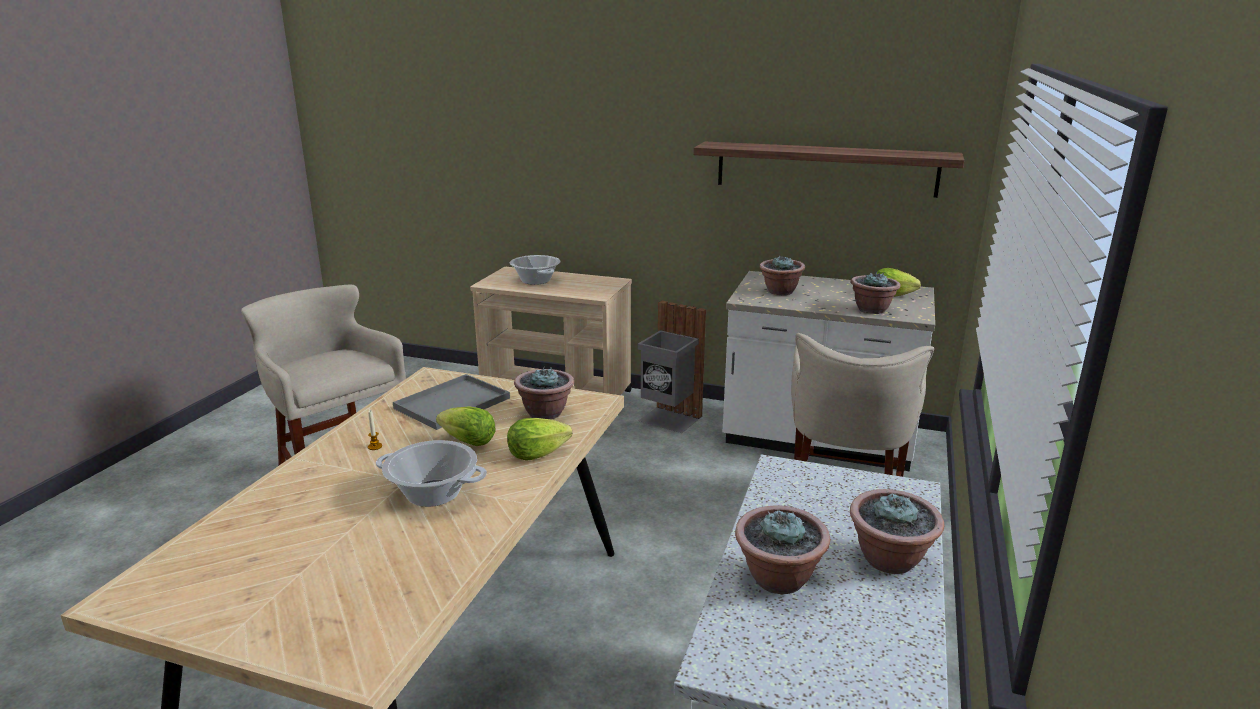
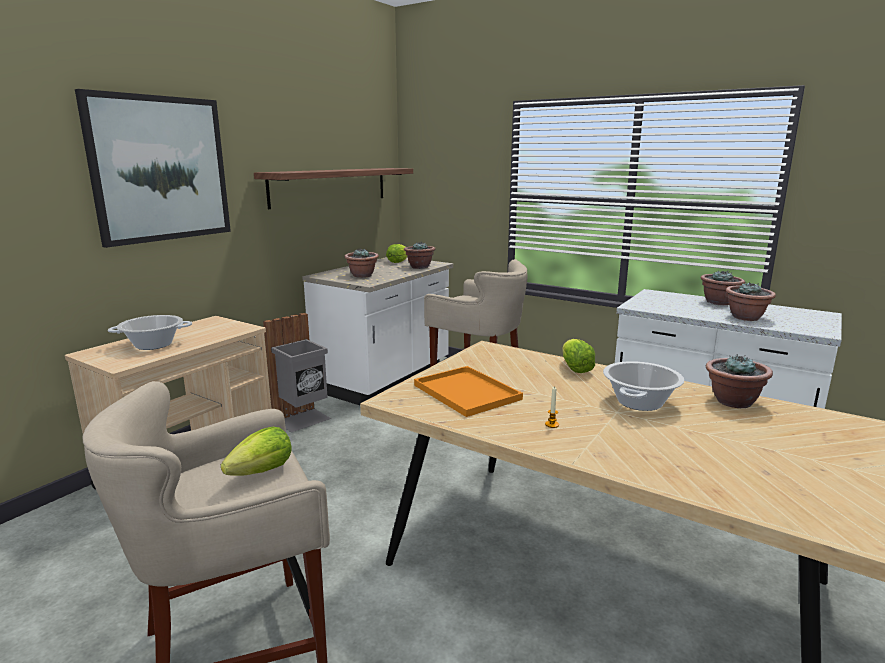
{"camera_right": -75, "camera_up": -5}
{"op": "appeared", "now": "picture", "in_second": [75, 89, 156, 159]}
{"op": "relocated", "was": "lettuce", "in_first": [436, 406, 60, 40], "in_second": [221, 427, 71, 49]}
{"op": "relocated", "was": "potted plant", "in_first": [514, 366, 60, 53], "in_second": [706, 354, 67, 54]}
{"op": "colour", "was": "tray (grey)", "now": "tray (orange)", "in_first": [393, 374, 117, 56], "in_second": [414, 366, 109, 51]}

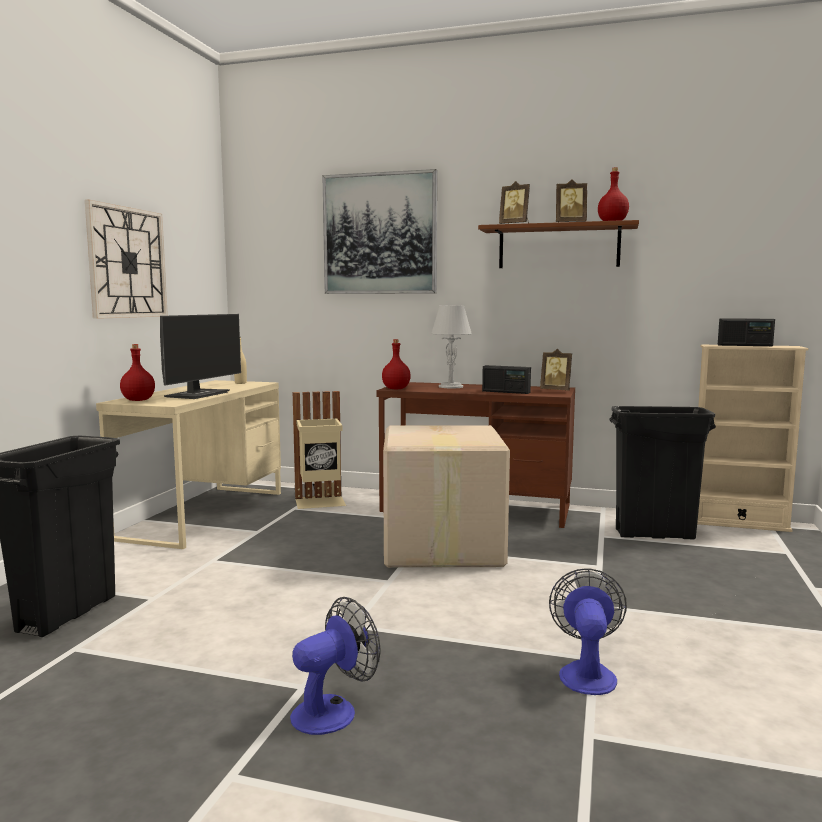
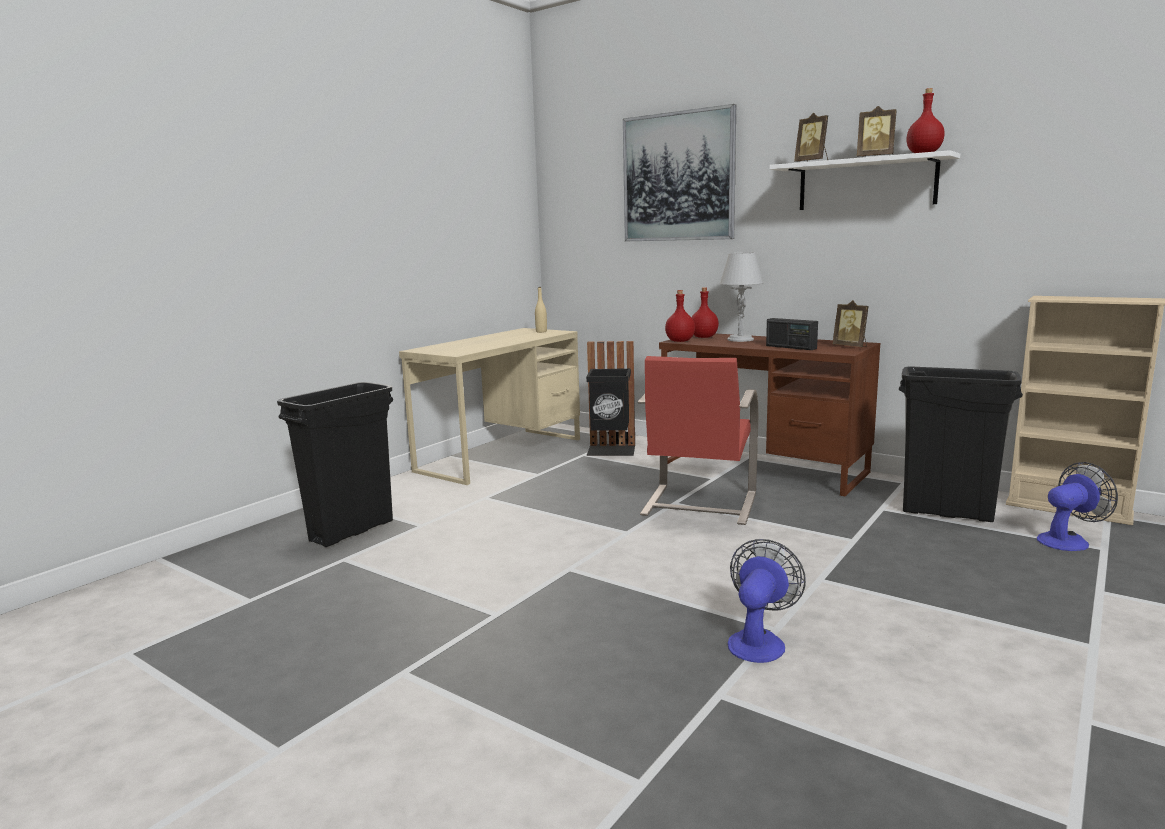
{"camera_right": 20, "camera_up": 5}
{"op": "missing", "was": "wall clock", "in_first": [85, 200, 83, 119]}
{"op": "missing", "was": "monitor", "in_first": [160, 314, 81, 85]}
{"op": "missing", "was": "radio", "in_first": [718, 318, 57, 28]}
{"op": "relocated", "was": "bottle (red)", "in_first": [120, 344, 35, 57], "in_second": [691, 287, 28, 51]}
{"op": "relocated", "was": "fan", "in_first": [290, 597, 90, 138], "in_second": [1037, 462, 81, 89]}
{"op": "exchanged", "was": "cardboard box", "now": "chair (red)", "in_first": [383, 425, 127, 143], "in_second": [638, 356, 120, 169]}
{"op": "colour", "was": "trash can (beige)", "now": "trash can (black)", "in_first": [293, 391, 53, 118], "in_second": [586, 341, 49, 115]}
{"op": "colour", "was": "shelf (brown)", "now": "shelf (white)", "in_first": [478, 220, 161, 48], "in_second": [769, 150, 191, 60]}

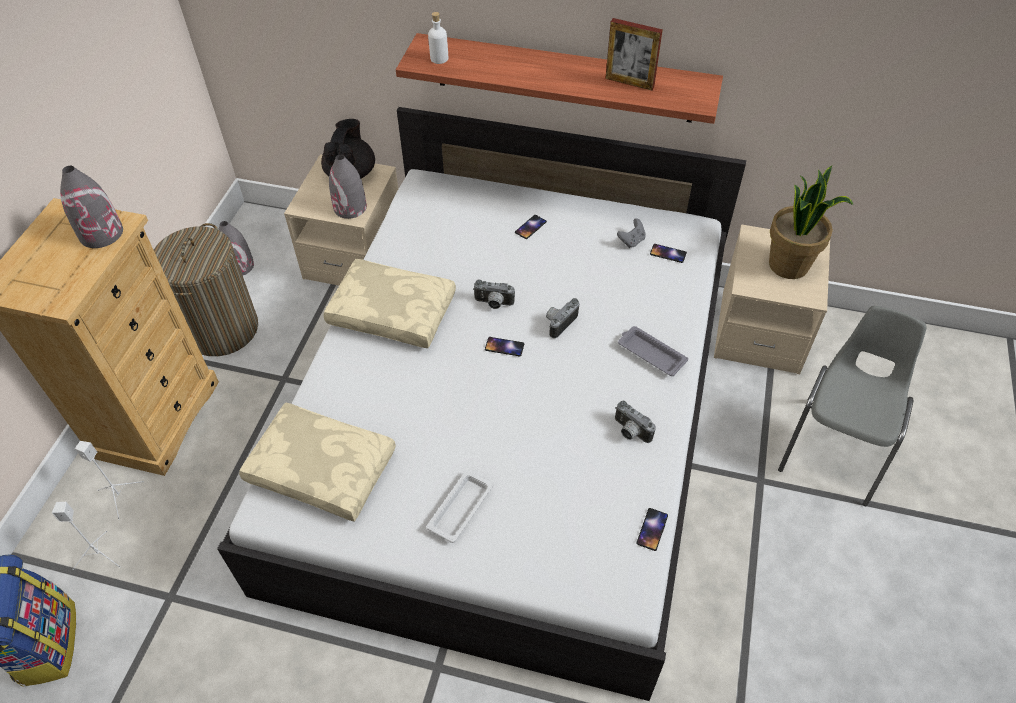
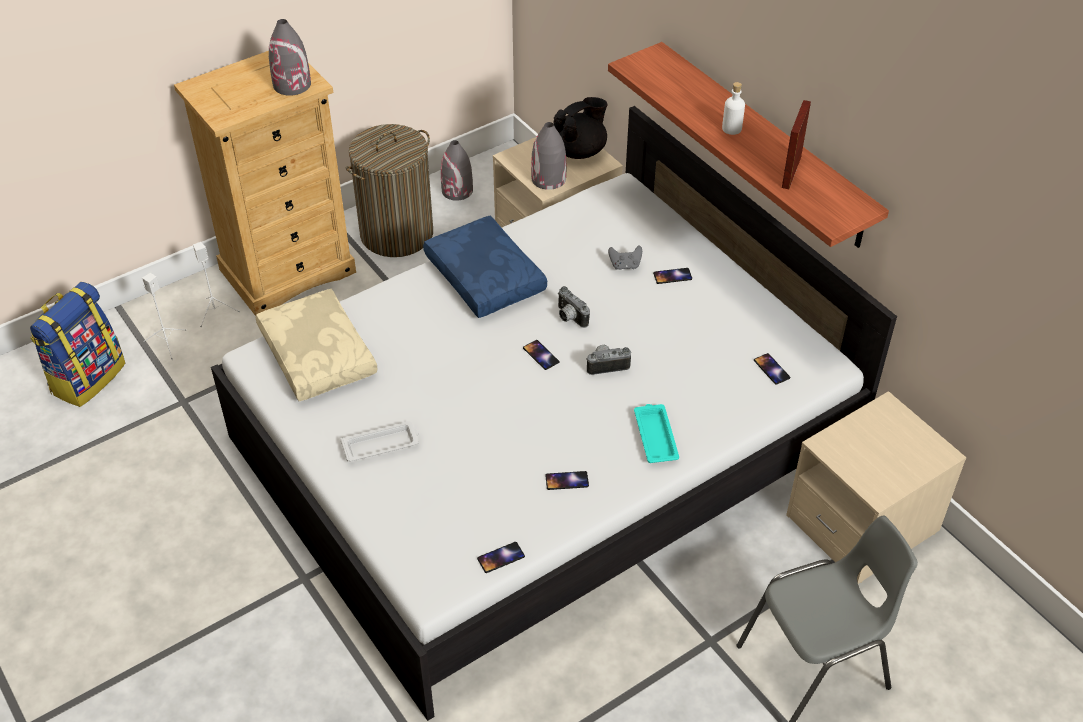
{"camera_right": 40, "camera_up": -5}
{"op": "missing", "was": "potted plant", "in_first": [769, 166, 84, 113]}
{"op": "relocated", "was": "bottle (white)", "in_first": [428, 12, 20, 52], "in_second": [722, 82, 23, 53]}
{"op": "relocated", "was": "game controller (grey)", "in_first": [617, 218, 29, 30], "in_second": [608, 245, 34, 25]}
{"op": "exchanged", "was": "photo camera", "now": "phone", "in_first": [615, 400, 41, 43], "in_second": [545, 471, 44, 19]}
{"op": "colour", "was": "pillow (beige)", "now": "pillow (blue)", "in_first": [323, 259, 133, 89], "in_second": [423, 216, 124, 102]}
{"op": "colour", "was": "tray (grey)", "now": "tray (turquoise)", "in_first": [618, 326, 70, 50], "in_second": [634, 404, 45, 59]}
{"op": "spun", "was": "picture frame", "in_first": [605, 18, 58, 73], "in_second": [782, 100, 29, 89], "clockwise": 45}

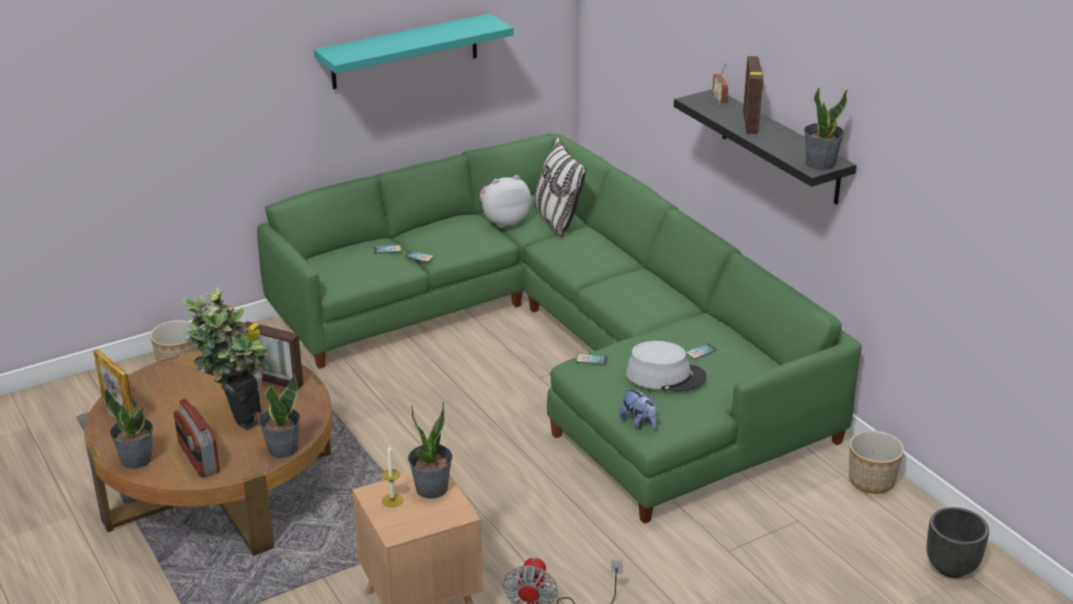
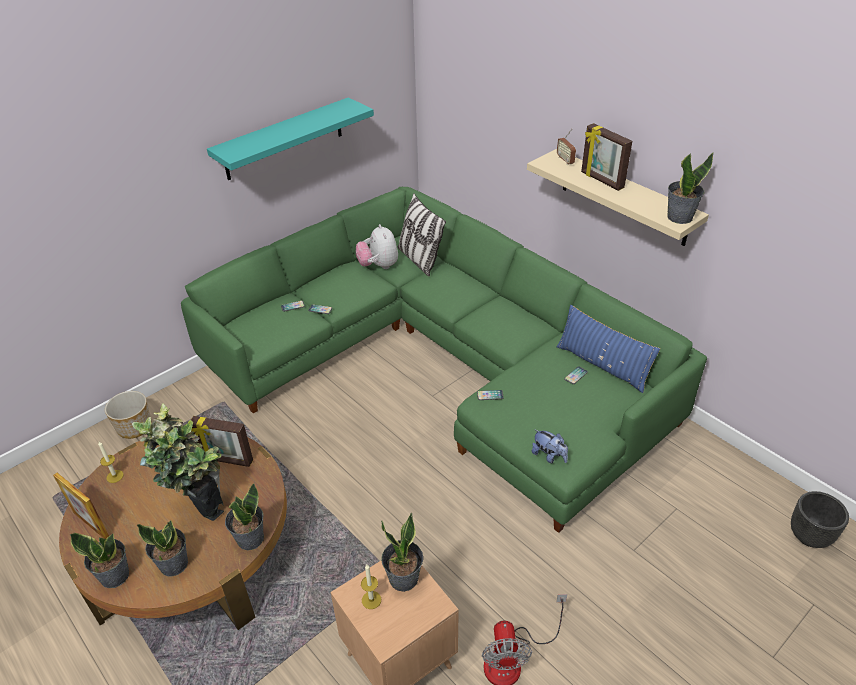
{"camera_right": -10, "camera_up": 10}
{"op": "missing", "was": "hat (grey)", "in_first": [626, 341, 80, 51]}
{"op": "missing", "was": "planter", "in_first": [849, 431, 55, 63]}
{"op": "appeared", "now": "candle", "in_second": [98, 442, 26, 41]}
{"op": "appeared", "now": "pillow (blue)", "in_second": [557, 305, 103, 88]}
{"op": "exchanged", "was": "radio", "now": "potted plant", "in_first": [174, 399, 46, 78], "in_second": [137, 521, 51, 55]}
{"op": "colour", "was": "shelf (black)", "now": "shelf (beige)", "in_first": [674, 89, 182, 116], "in_second": [527, 149, 182, 97]}
{"op": "spun", "was": "plush toy", "in_first": [480, 175, 51, 53], "in_second": [356, 224, 42, 45], "clockwise": -75}
{"op": "spun", "was": "picture frame", "in_first": [743, 56, 21, 78], "in_second": [581, 123, 51, 68], "clockwise": 150}

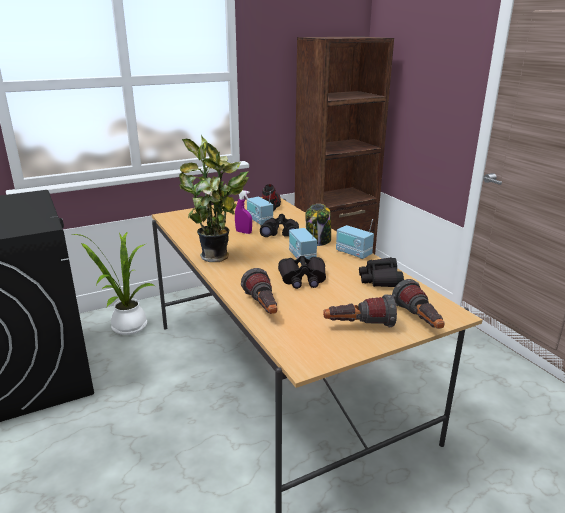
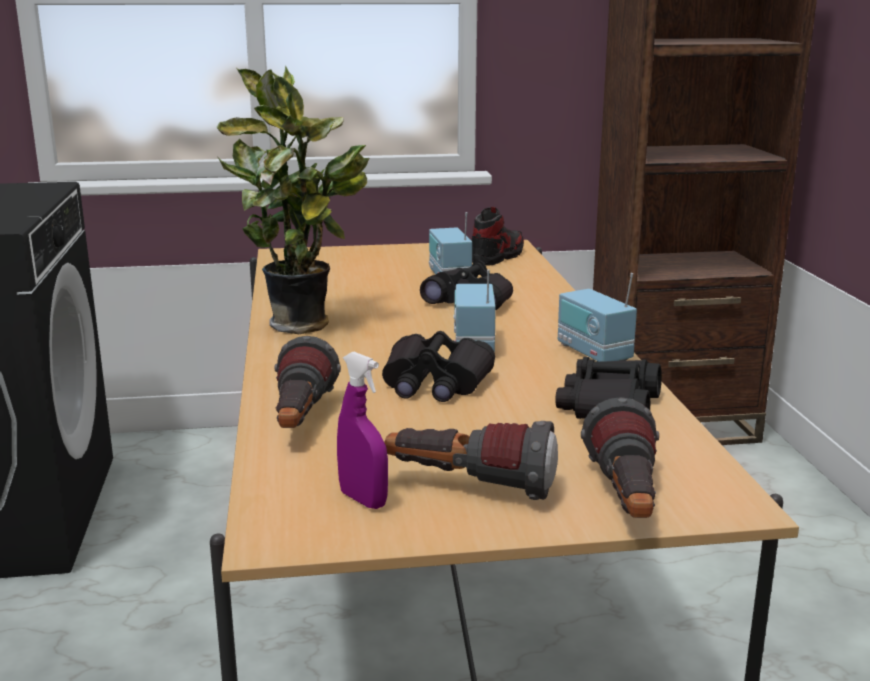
{"camera_right": 20, "camera_up": -5}
{"op": "missing", "was": "potted plant", "in_first": [72, 231, 83, 104]}
{"op": "missing", "was": "jar", "in_first": [305, 204, 26, 42]}
{"op": "relocated", "was": "spray bottle (purple)", "in_first": [235, 190, 17, 44], "in_second": [337, 352, 51, 157]}

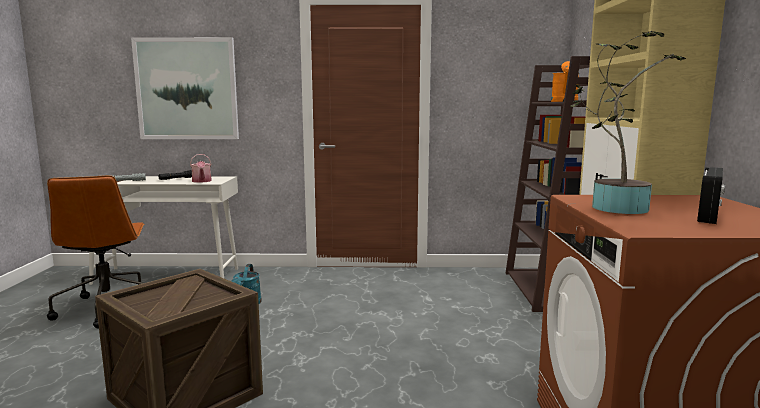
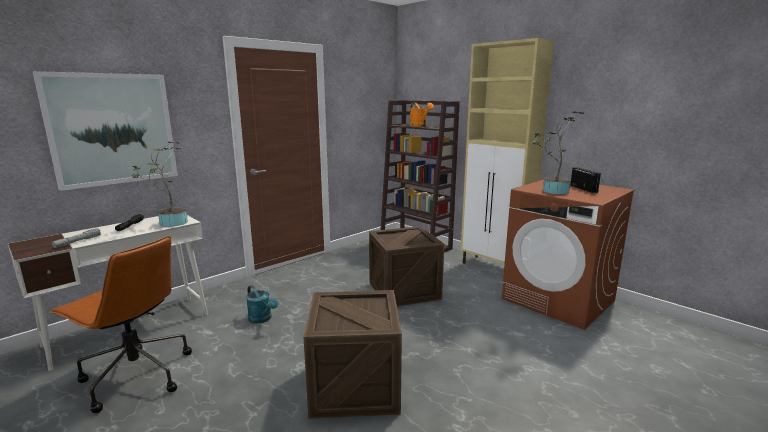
{"camera_right": -45, "camera_up": 5}
{"op": "appeared", "now": "crate", "in_second": [369, 226, 76, 80]}
{"op": "exchanged", "was": "watering can", "now": "potted plant", "in_first": [190, 154, 22, 29], "in_second": [132, 142, 56, 85]}

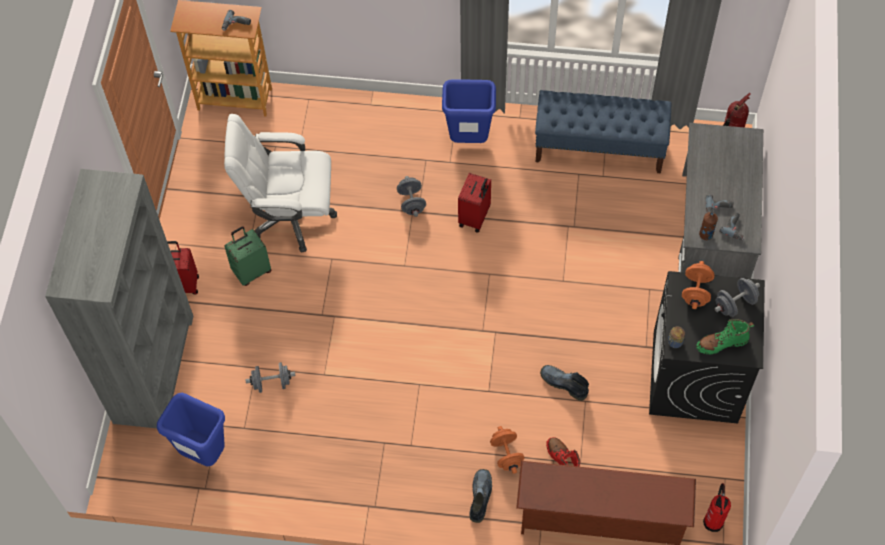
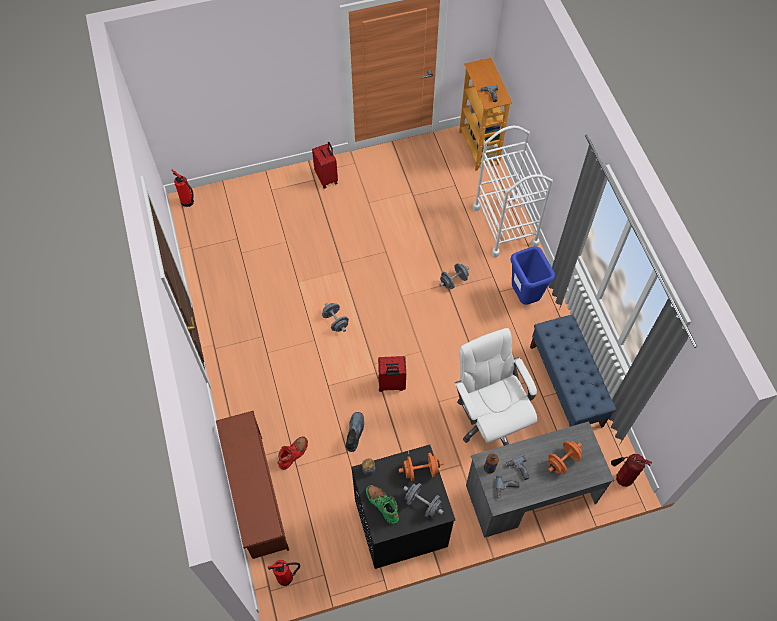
{"camera_right": 65, "camera_up": 0}
{"op": "missing", "was": "bookcase (grey)", "in_first": [45, 169, 149, 259]}
{"op": "missing", "was": "trash can (blue)", "in_first": [157, 393, 68, 73]}
{"op": "missing", "was": "suitcase (green)", "in_first": [224, 226, 48, 60]}
{"op": "missing", "was": "boot", "in_first": [469, 469, 23, 54]}
{"op": "appeared", "now": "fire extinguisher", "in_second": [172, 169, 22, 38]}
{"op": "appeared", "now": "cart (white)", "in_second": [473, 126, 80, 131]}
{"op": "relocated", "was": "office chair (white)", "in_first": [224, 114, 113, 138], "in_second": [455, 328, 82, 118]}
{"op": "relocated", "was": "dumbbell (grey)", "in_first": [245, 362, 51, 31], "in_second": [322, 303, 27, 29]}
{"op": "relocated", "was": "suitcase (red)", "in_first": [458, 173, 33, 60], "in_second": [378, 356, 28, 36]}
{"op": "relocated", "was": "dumbbell (orange)", "in_first": [490, 426, 34, 48], "in_second": [548, 441, 34, 33]}

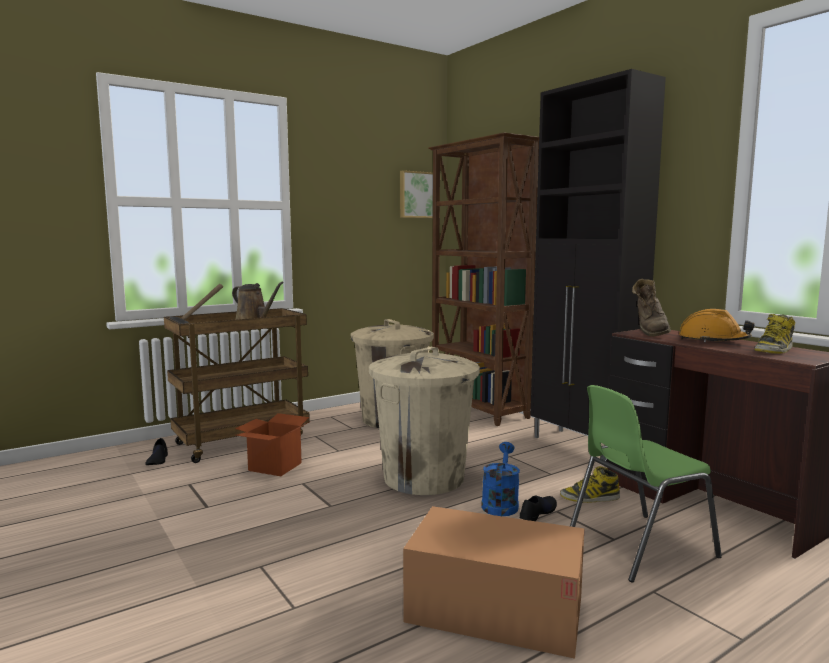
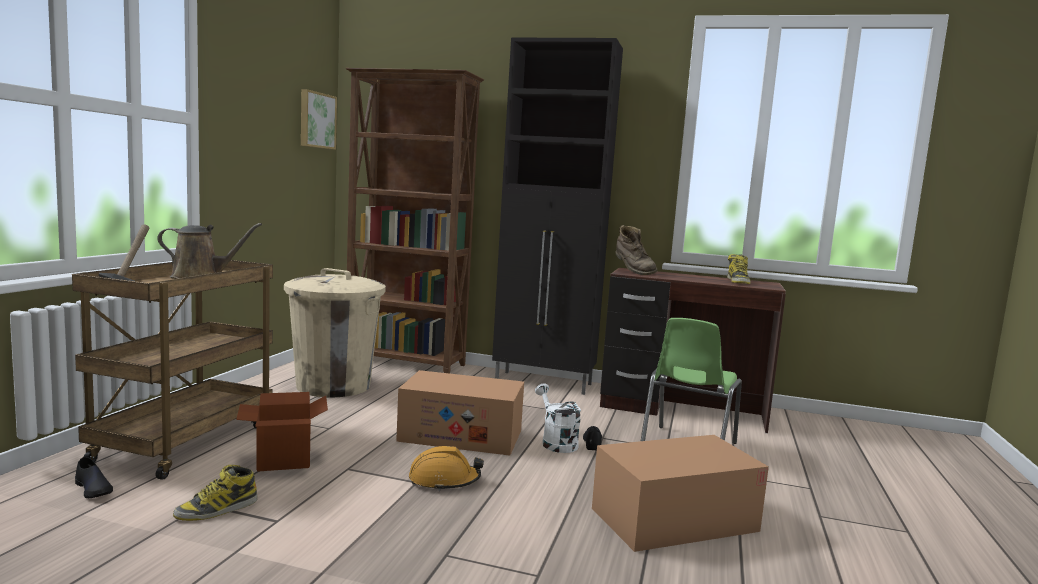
{"camera_right": -40, "camera_up": 0}
{"op": "relocated", "was": "boot", "in_first": [560, 466, 60, 37], "in_second": [173, 465, 85, 56]}
{"op": "relocated", "was": "hard hat (orange)", "in_first": [679, 309, 76, 33], "in_second": [409, 446, 75, 45]}
{"op": "exchanged", "was": "trash can (beige)", "now": "cardboard box", "in_first": [369, 347, 111, 148], "in_second": [396, 370, 128, 86]}
{"op": "colour", "was": "watering can (blue)", "now": "watering can (white)", "in_first": [481, 442, 39, 74], "in_second": [535, 383, 46, 70]}

